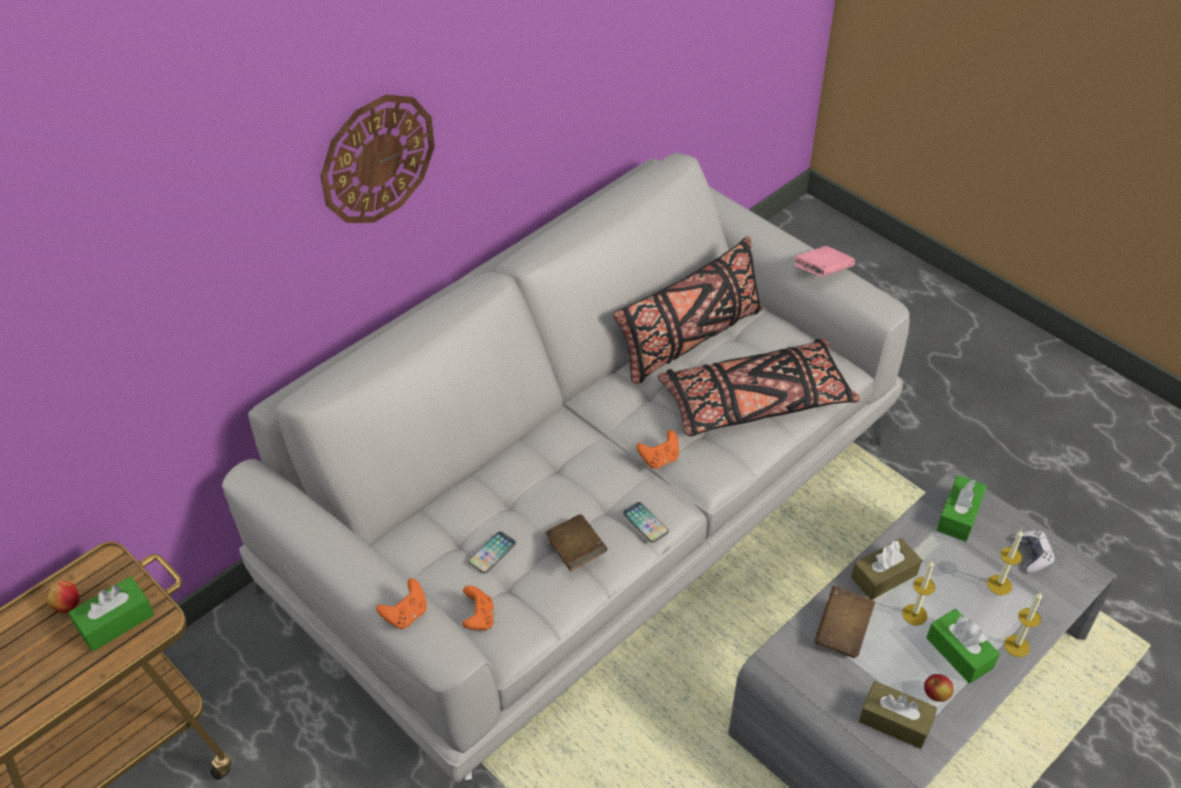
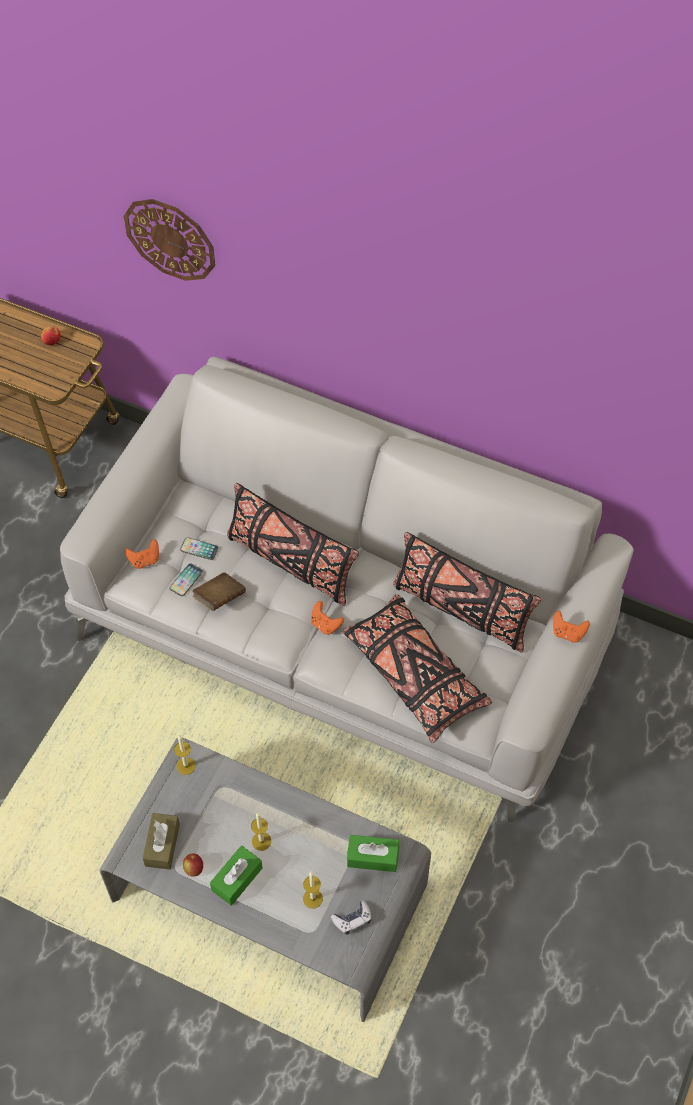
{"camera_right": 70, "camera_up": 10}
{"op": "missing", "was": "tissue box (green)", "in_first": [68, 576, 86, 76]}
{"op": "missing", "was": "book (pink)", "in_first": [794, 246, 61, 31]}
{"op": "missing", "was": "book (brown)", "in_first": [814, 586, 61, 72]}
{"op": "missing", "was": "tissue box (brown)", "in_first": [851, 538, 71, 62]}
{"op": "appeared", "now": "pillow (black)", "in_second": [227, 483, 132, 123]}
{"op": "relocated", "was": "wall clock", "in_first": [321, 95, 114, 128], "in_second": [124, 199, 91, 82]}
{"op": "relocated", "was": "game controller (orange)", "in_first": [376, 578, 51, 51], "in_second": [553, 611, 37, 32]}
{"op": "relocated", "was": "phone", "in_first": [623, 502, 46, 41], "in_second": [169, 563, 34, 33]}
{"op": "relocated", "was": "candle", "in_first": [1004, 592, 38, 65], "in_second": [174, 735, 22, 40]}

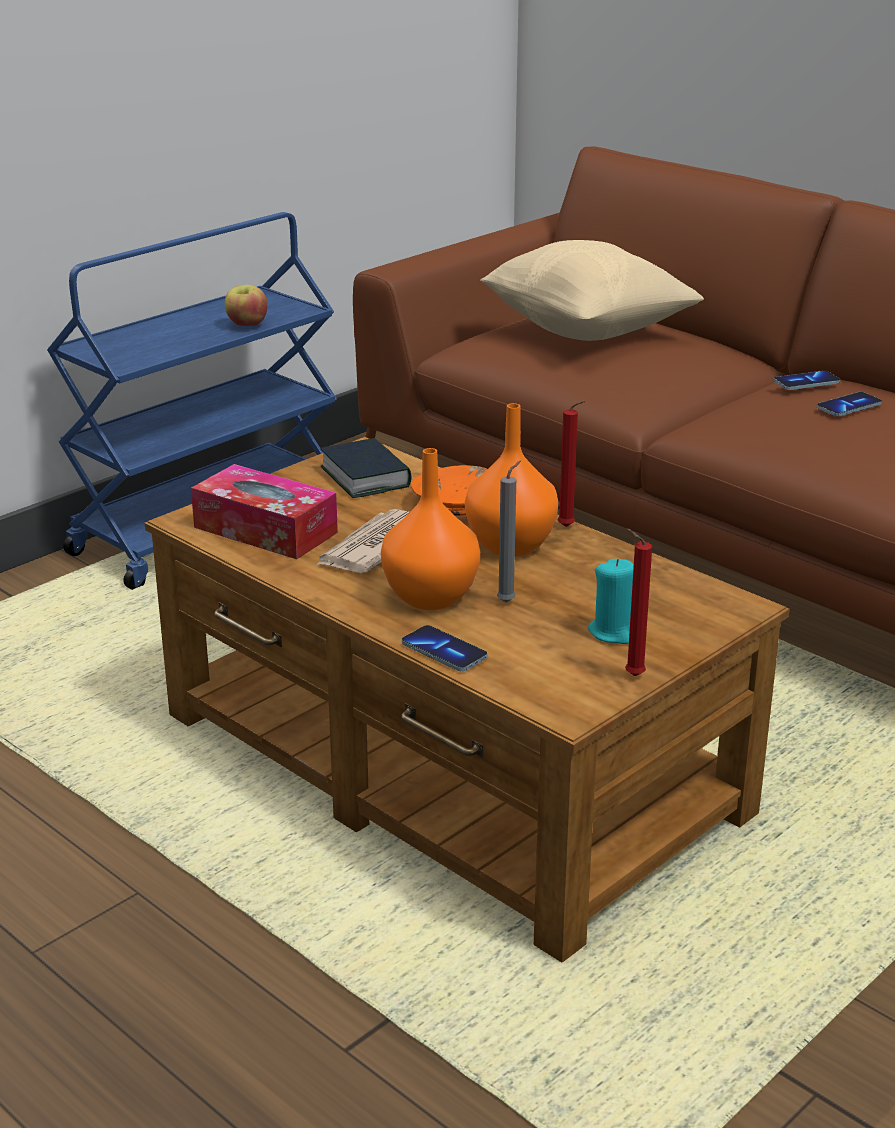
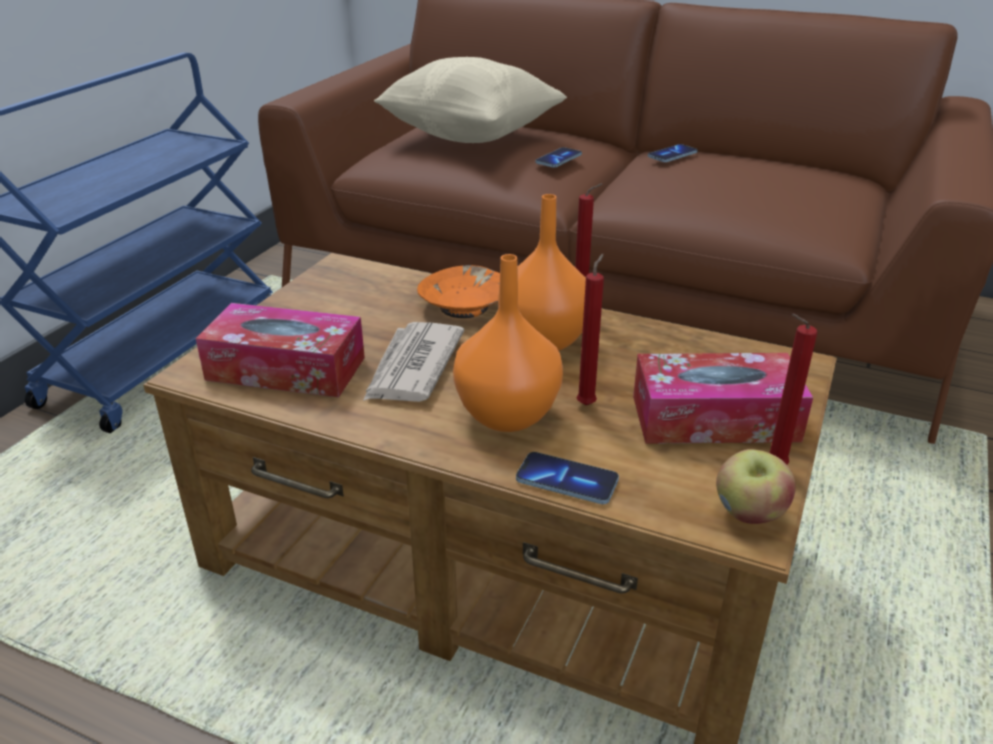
{"camera_right": -20, "camera_up": 5}
{"op": "missing", "was": "book", "in_first": [321, 438, 90, 60]}
{"op": "relocated", "was": "apple", "in_first": [225, 285, 43, 41], "in_second": [716, 449, 80, 75]}
{"op": "relocated", "was": "phone", "in_first": [817, 392, 65, 24], "in_second": [535, 147, 47, 20]}
{"op": "exchanged", "was": "candle (turquoise)", "now": "tissue box", "in_first": [588, 559, 46, 85], "in_second": [633, 353, 180, 91]}
{"op": "colour", "was": "candle (grey)", "now": "candle (red)", "in_first": [497, 460, 24, 142], "in_second": [577, 253, 27, 152]}

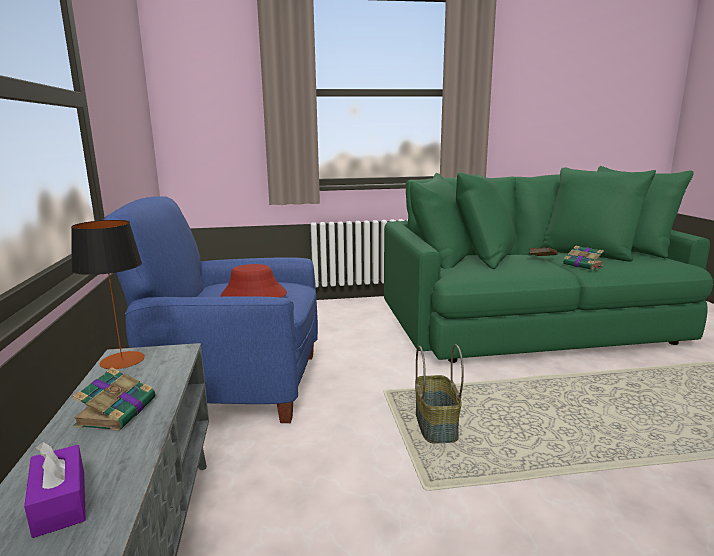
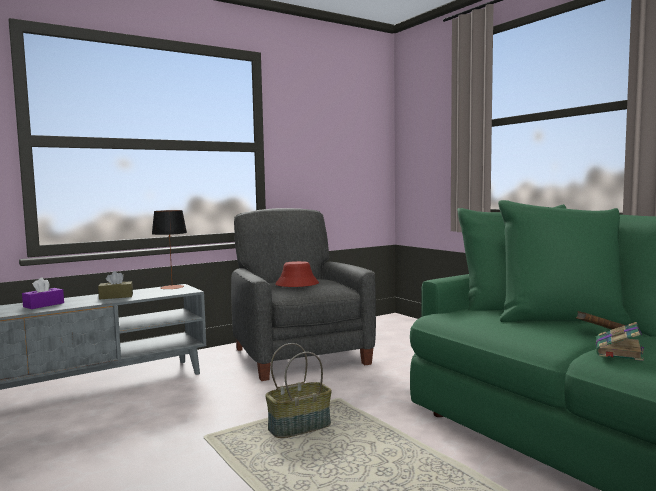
{"camera_right": 65, "camera_up": -10}
{"op": "exchanged", "was": "book", "now": "tissue box (brown)", "in_first": [72, 367, 83, 64], "in_second": [98, 271, 35, 28]}
{"op": "colour", "was": "armchair (blue)", "now": "armchair (grey)", "in_first": [104, 196, 214, 227], "in_second": [231, 208, 145, 173]}

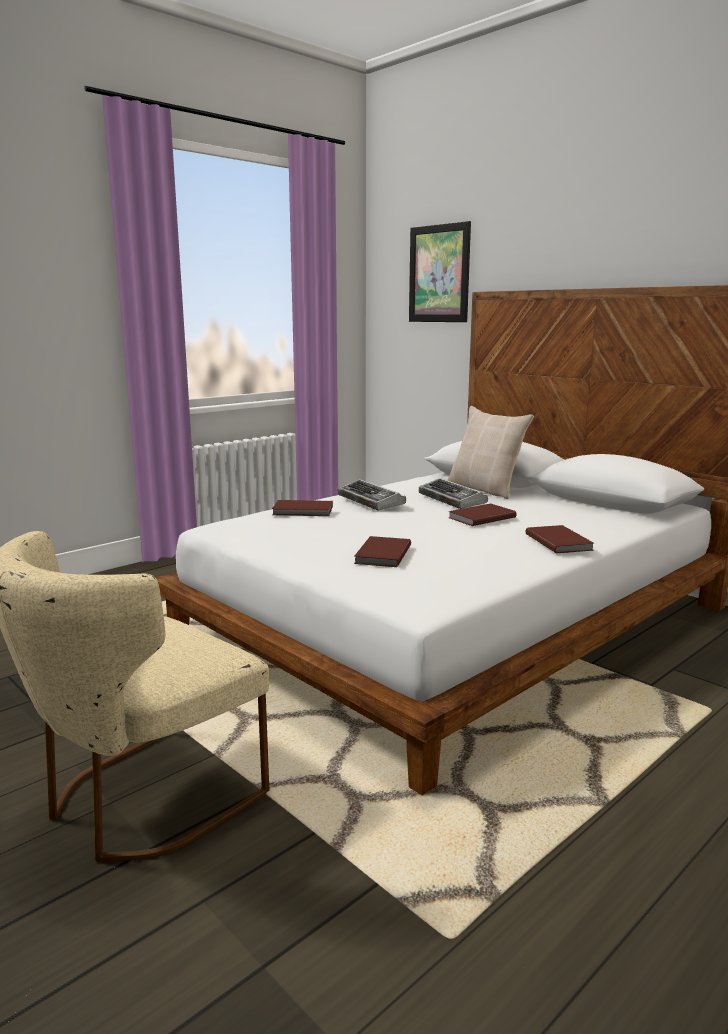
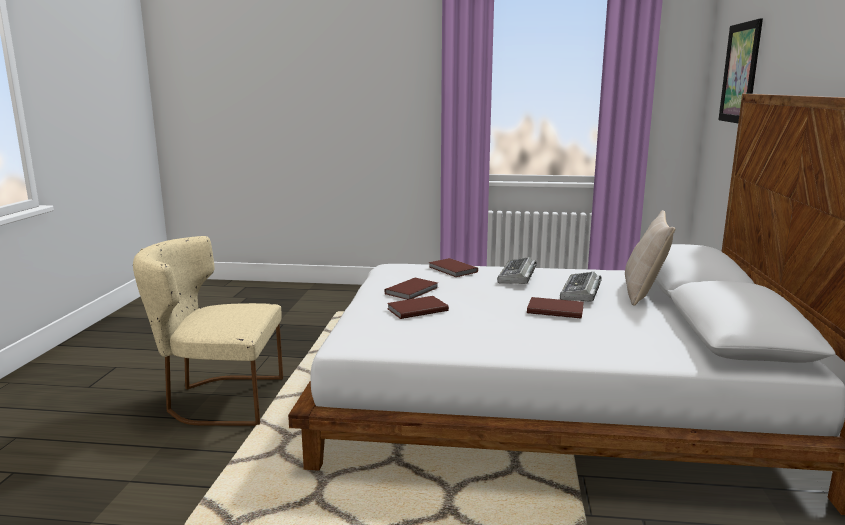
{"camera_right": 50, "camera_up": 0}
{"op": "relocated", "was": "book (brown)", "in_first": [526, 525, 68, 28], "in_second": [384, 278, 54, 22]}

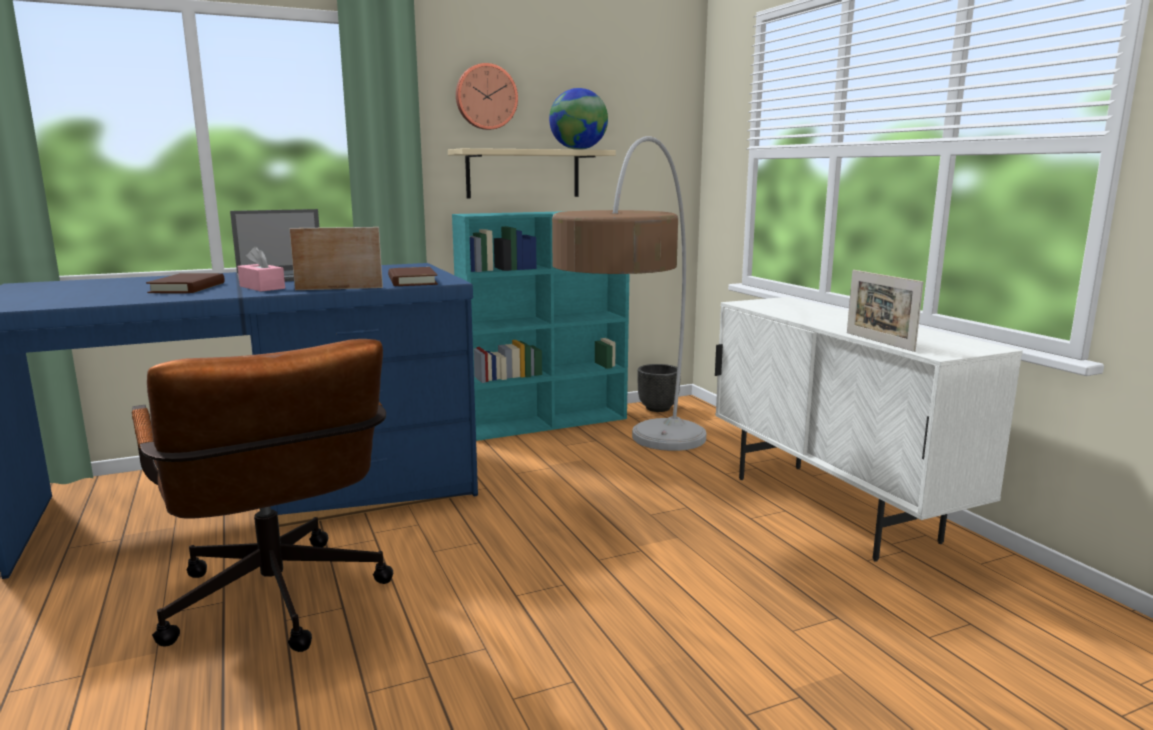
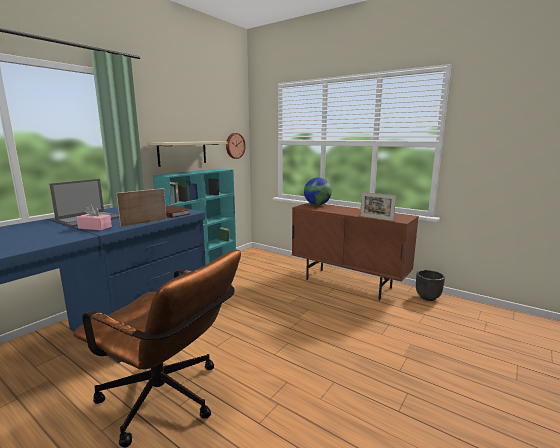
{"camera_right": -30, "camera_up": 0}
{"op": "missing", "was": "book (brown)", "in_first": [146, 273, 79, 20]}
{"op": "missing", "was": "floor lamp", "in_first": [552, 136, 154, 315]}
{"op": "relocated", "was": "wall clock", "in_first": [456, 63, 62, 67], "in_second": [226, 133, 20, 26]}
{"op": "relocated", "was": "globe", "in_first": [549, 88, 59, 62], "in_second": [304, 177, 28, 28]}
{"op": "relocated", "was": "planter (black)", "in_first": [637, 364, 44, 48], "in_second": [416, 270, 29, 31]}
{"op": "colour", "was": "cabinet (white)", "now": "cabinet (brown)", "in_first": [715, 297, 308, 265], "in_second": [292, 203, 127, 97]}

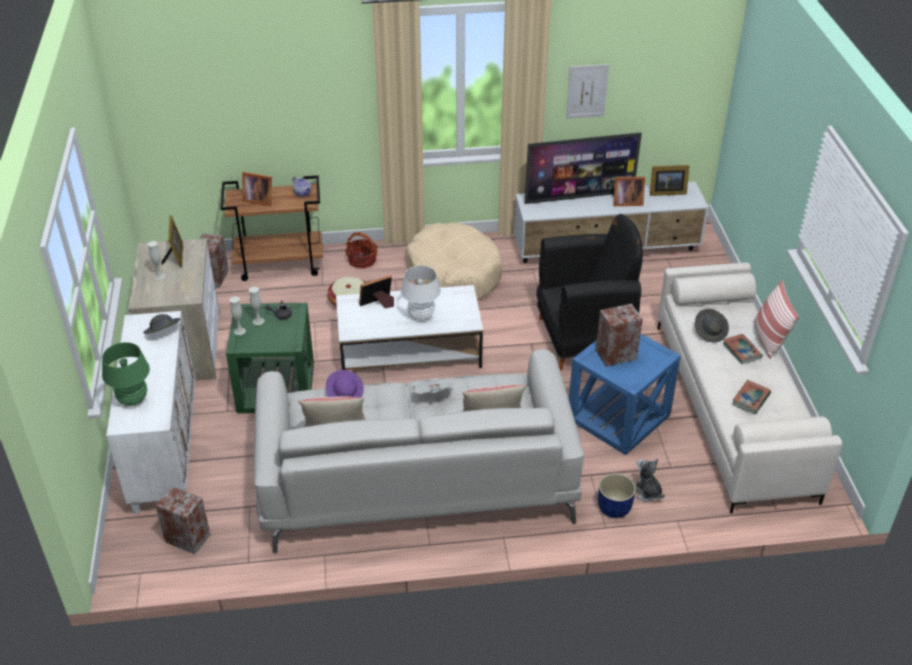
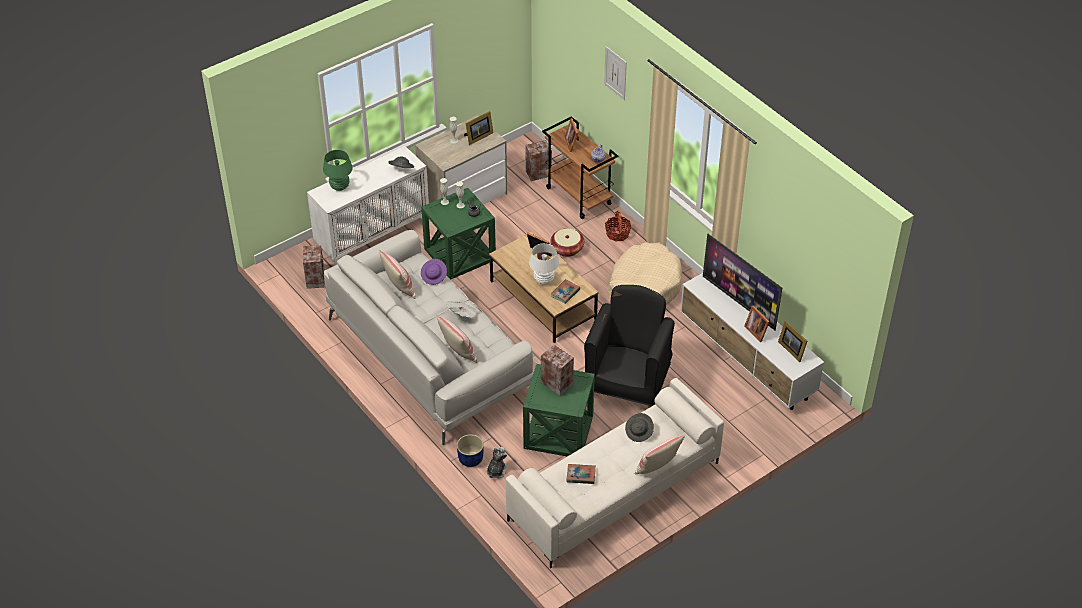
{"camera_right": 60, "camera_up": 5}
{"op": "relocated", "was": "picture", "in_first": [566, 64, 43, 55], "in_second": [604, 46, 23, 54]}
{"op": "relocated", "was": "book", "in_first": [723, 334, 40, 30], "in_second": [551, 279, 29, 25]}
{"op": "colour", "was": "coffee table (white)", "now": "coffee table (brown)", "in_first": [336, 285, 147, 85], "in_second": [489, 231, 109, 112]}
{"op": "colour", "was": "side table (blue)", "now": "side table (green)", "in_first": [569, 334, 112, 121], "in_second": [523, 364, 72, 92]}
{"op": "spun", "was": "armchair (black)", "in_first": [536, 214, 107, 156], "in_second": [584, 285, 91, 123], "clockwise": -120}

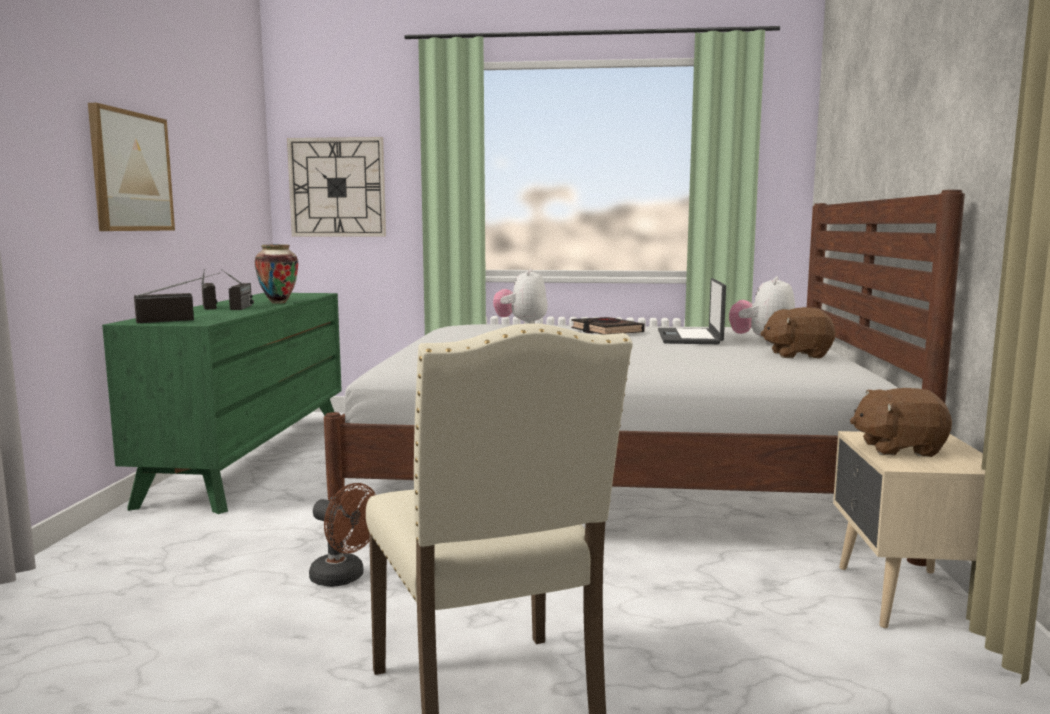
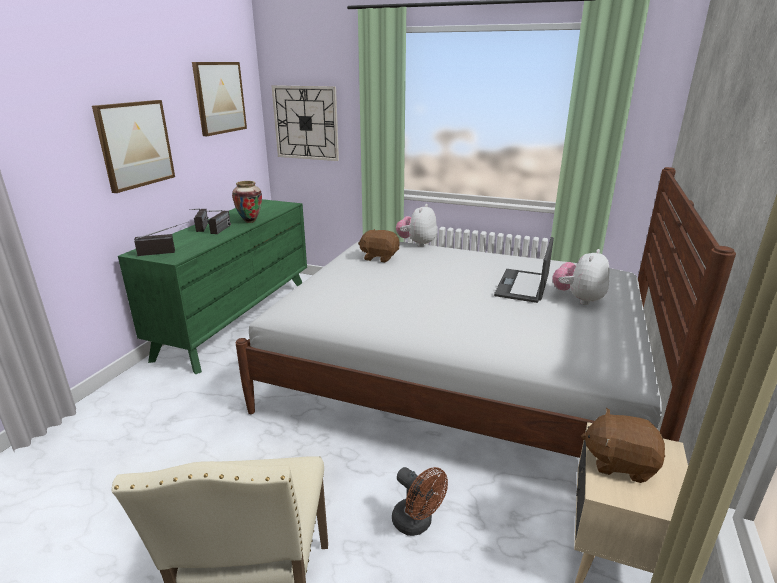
{"camera_right": 15, "camera_up": 15}
{"op": "missing", "was": "book (black)", "in_first": [572, 317, 73, 18]}
{"op": "appeared", "now": "picture", "in_second": [192, 62, 55, 74]}
{"op": "relocated", "was": "fan (brown)", "in_first": [309, 483, 67, 104], "in_second": [392, 467, 56, 69]}
{"op": "relocated", "was": "plush toy (brown)", "in_first": [760, 307, 76, 51], "in_second": [358, 229, 42, 34]}

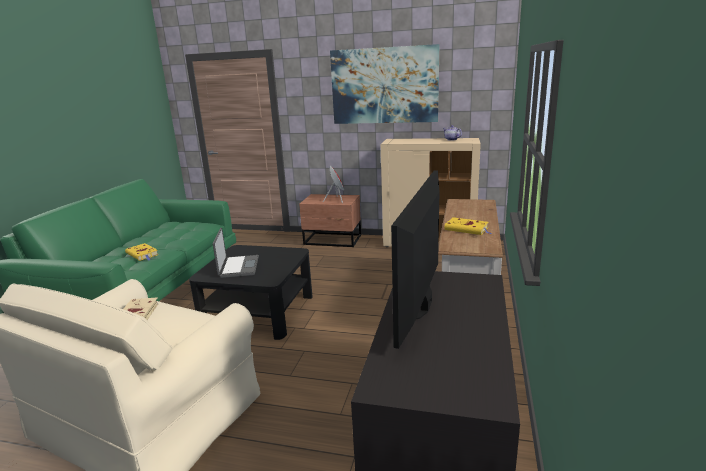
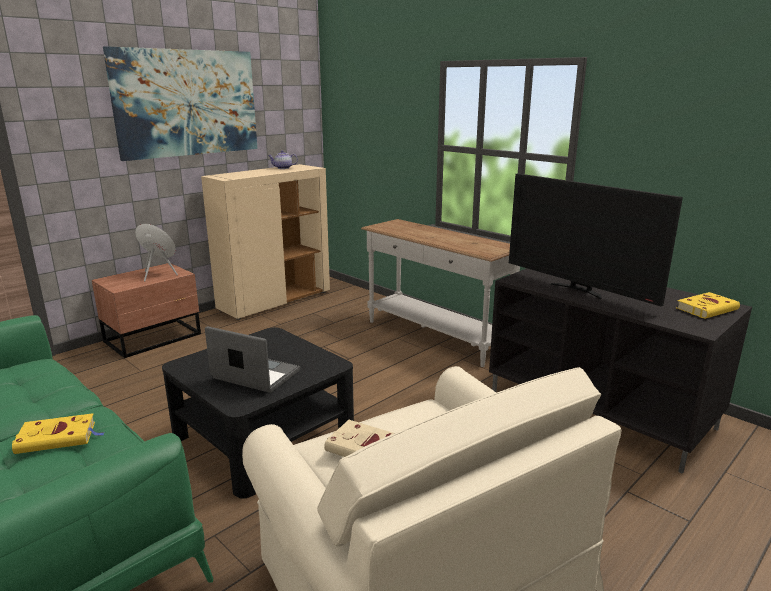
{"camera_right": -60, "camera_up": 0}
{"op": "relocated", "was": "book (yellow)", "in_first": [444, 217, 47, 18], "in_second": [676, 292, 64, 27]}

